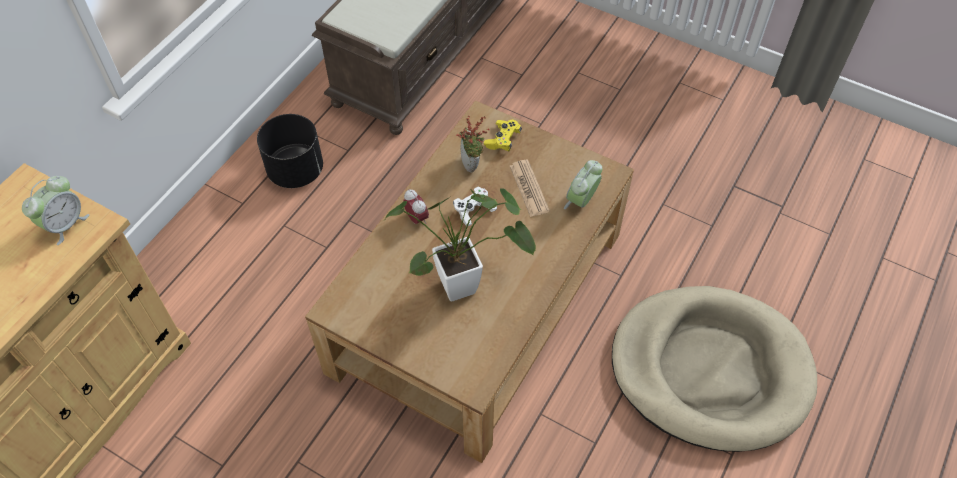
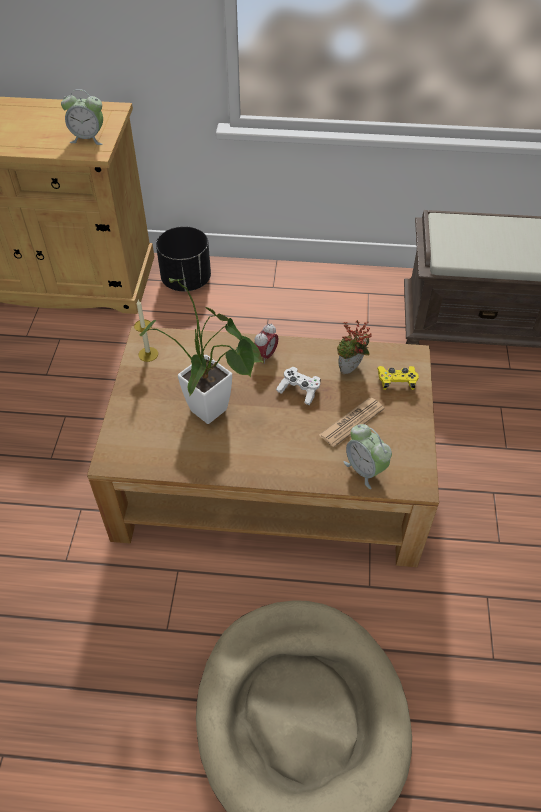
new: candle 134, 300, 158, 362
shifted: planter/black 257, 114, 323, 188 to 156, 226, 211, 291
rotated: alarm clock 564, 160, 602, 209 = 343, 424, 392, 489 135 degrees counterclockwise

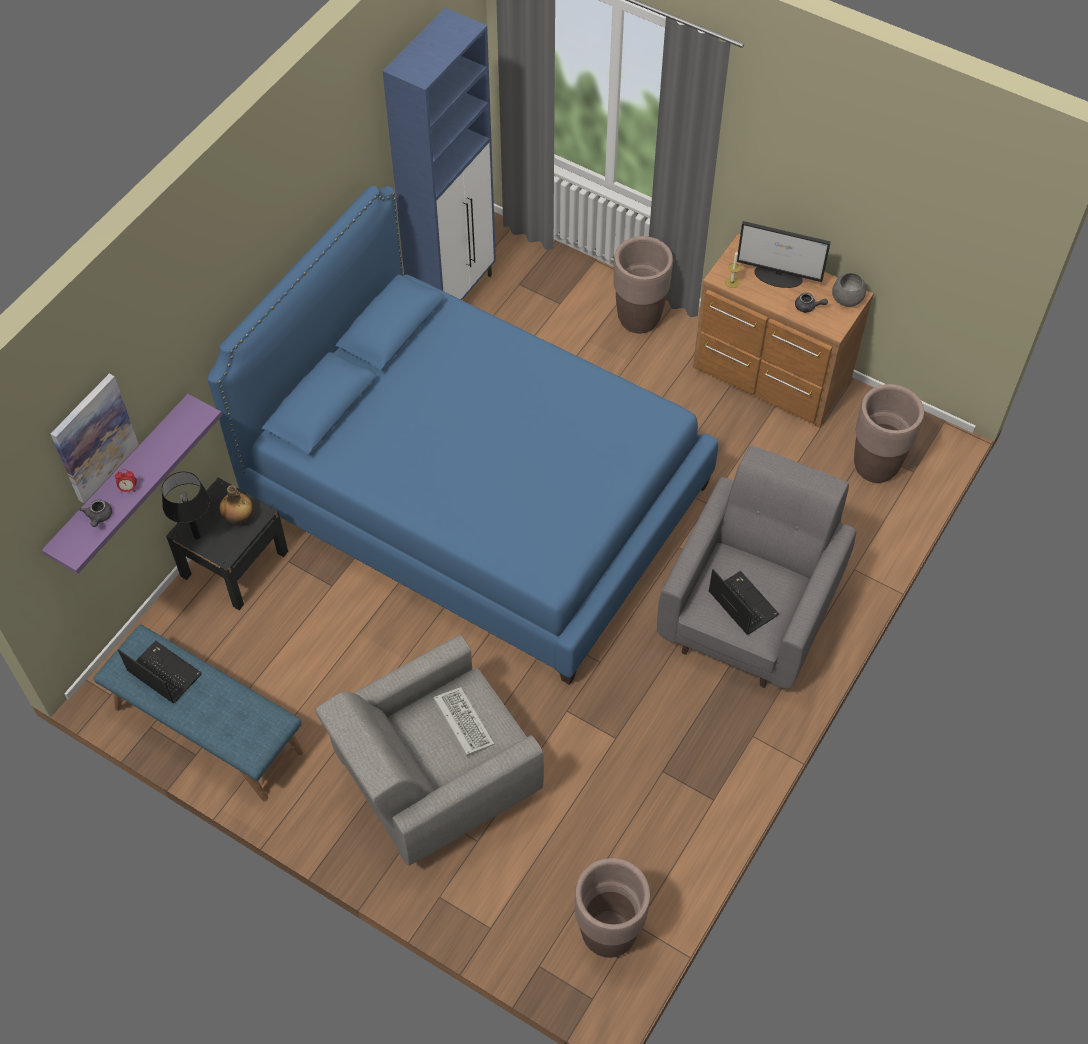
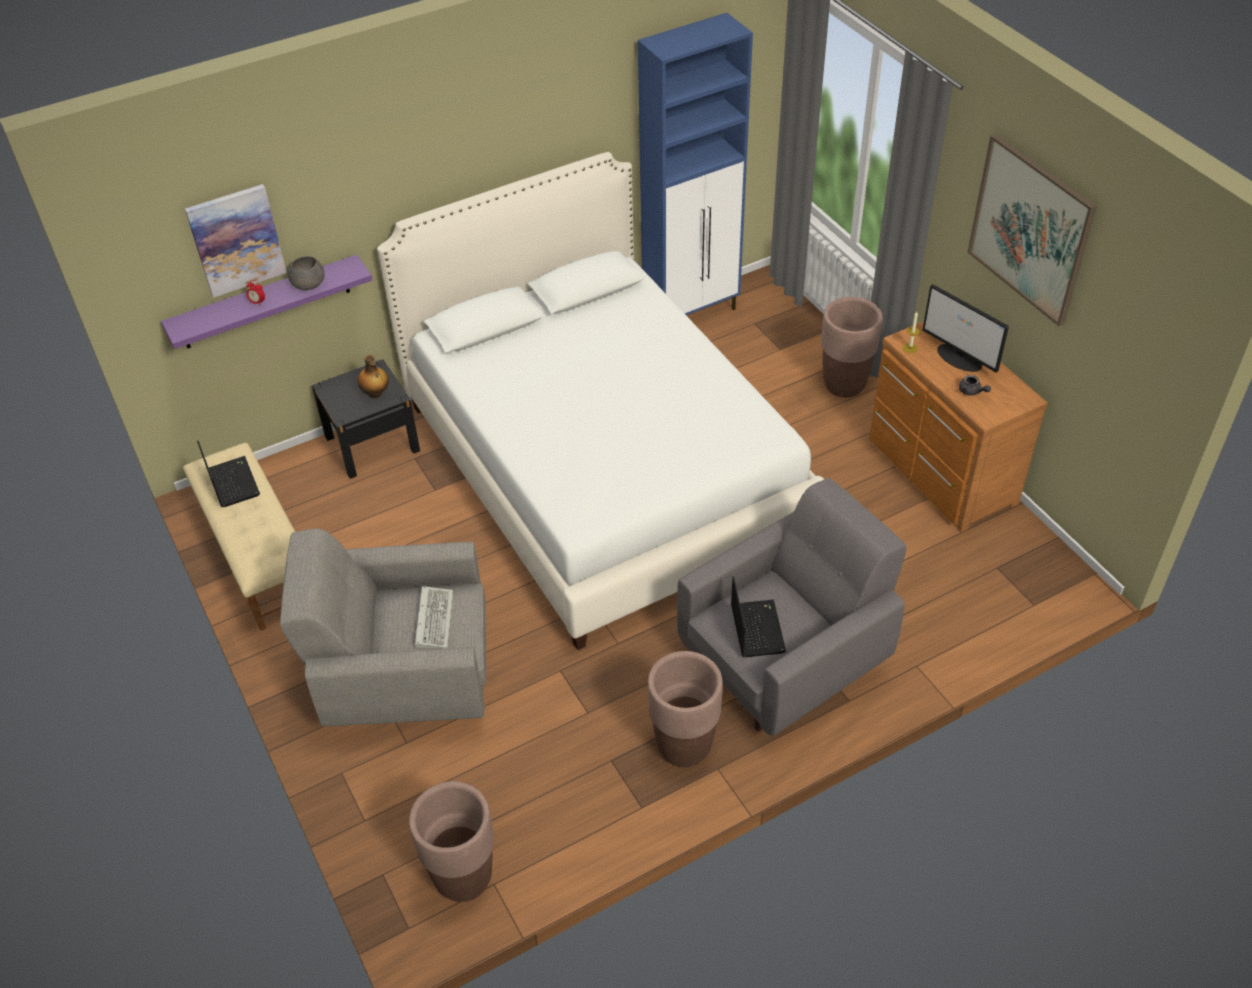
gone: teapot/grey 80, 499, 112, 527; table lamp/black 162, 472, 210, 540
new: picture 968, 134, 1097, 326
shifted: bowl/grey 832, 273, 866, 307 to 288, 256, 325, 290; planter/brown 854, 384, 924, 483 to 648, 651, 723, 767
repainted: bench/blue 94, 625, 303, 801 to bench/beige 183, 443, 295, 630; bed/blue 208, 186, 718, 685 to bed/white 377, 152, 824, 650

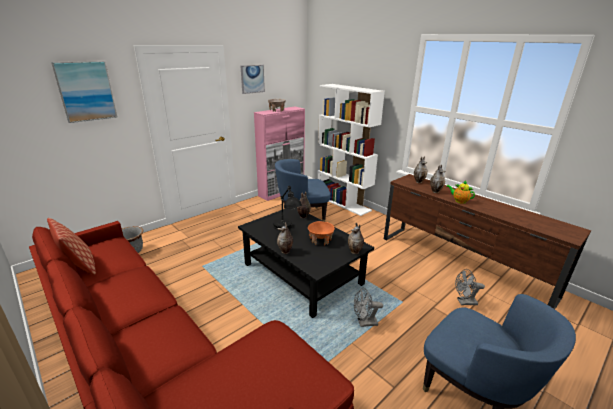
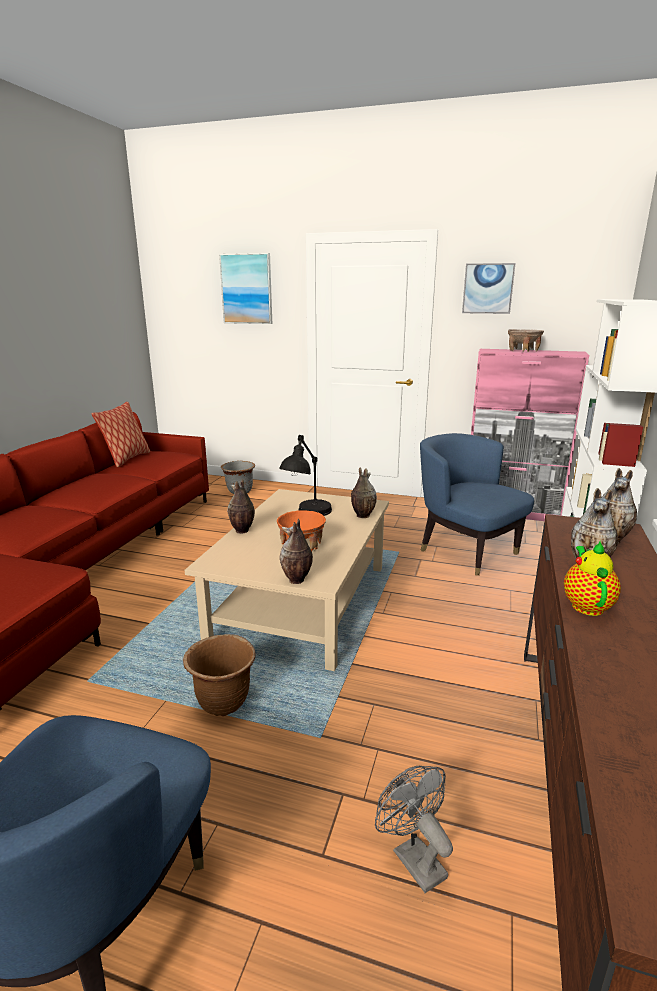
swapped: fan/grey 354, 287, 383, 327 to planter/brown 183, 634, 255, 716
repainted: coffee table/black 238, 207, 374, 318 to coffee table/beige 185, 489, 389, 671

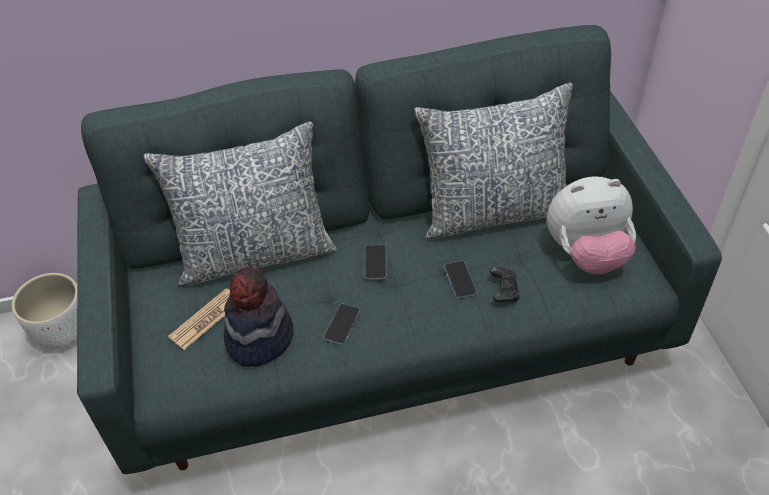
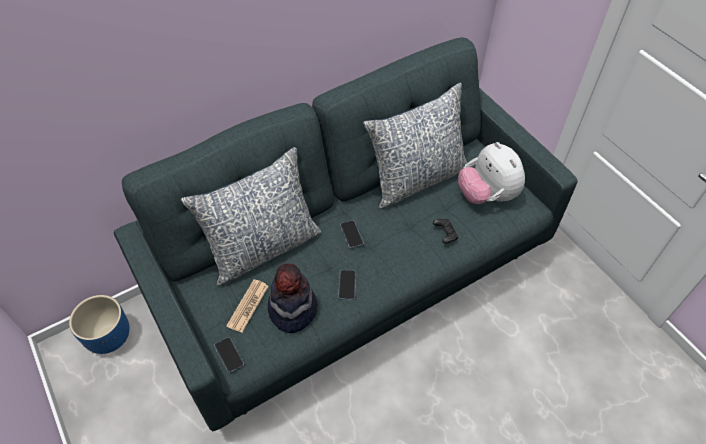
shifted: phone 444, 261, 477, 299 to 214, 337, 244, 373
repainted: planter/white 12, 273, 77, 349 to planter/blue 69, 295, 130, 354
rotated: plush toy 547, 176, 636, 274 = 458, 142, 525, 204 90 degrees clockwise

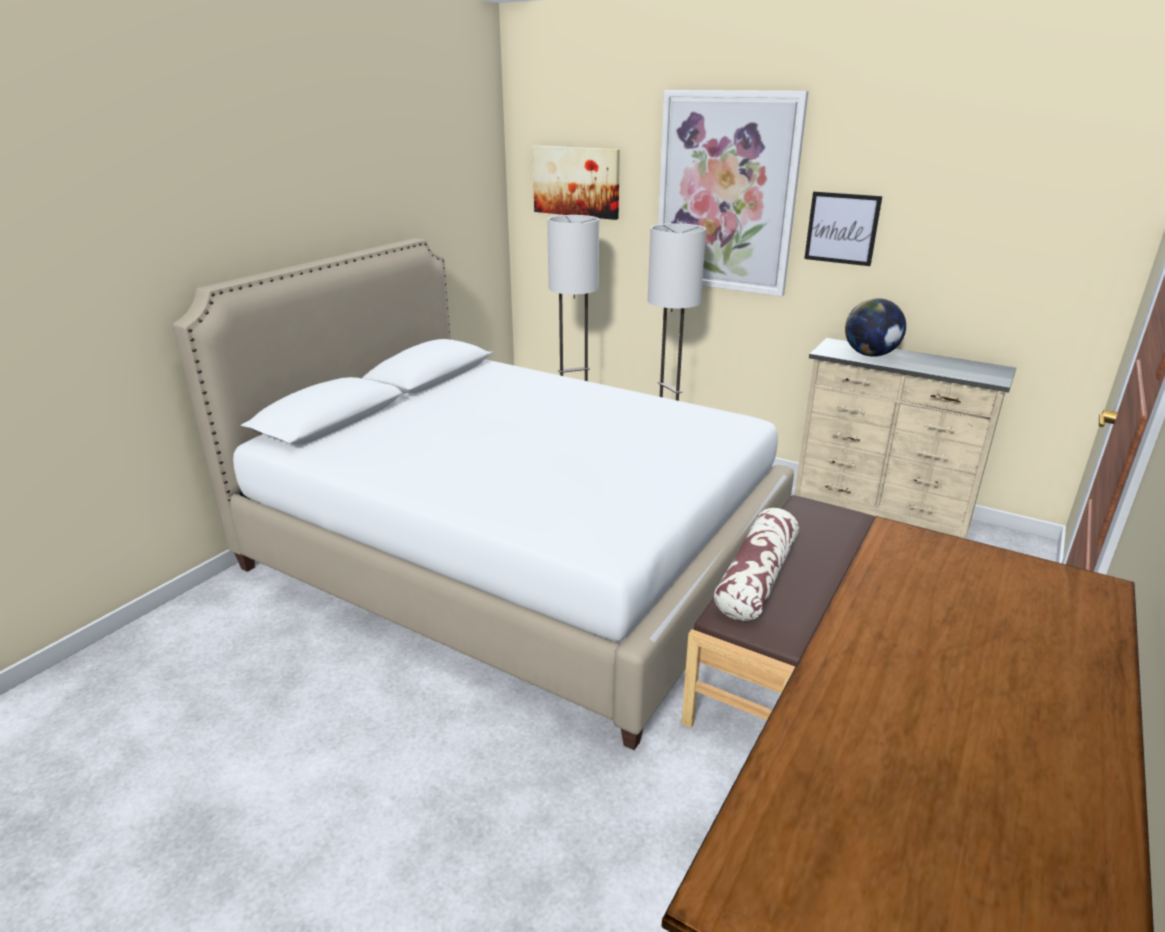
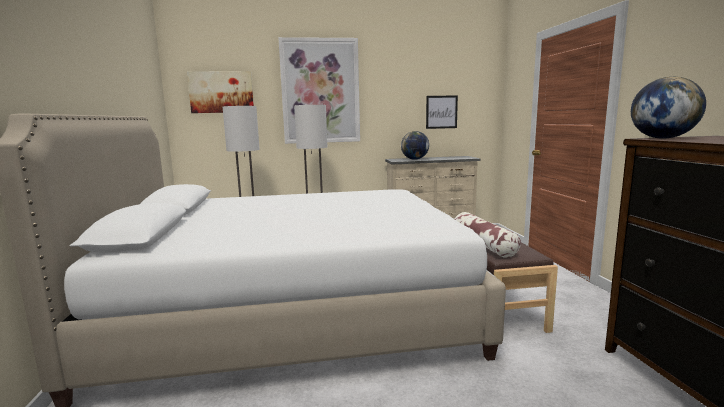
new: globe 631, 77, 706, 139
shifted: picture 804, 192, 882, 266 to 426, 95, 458, 129

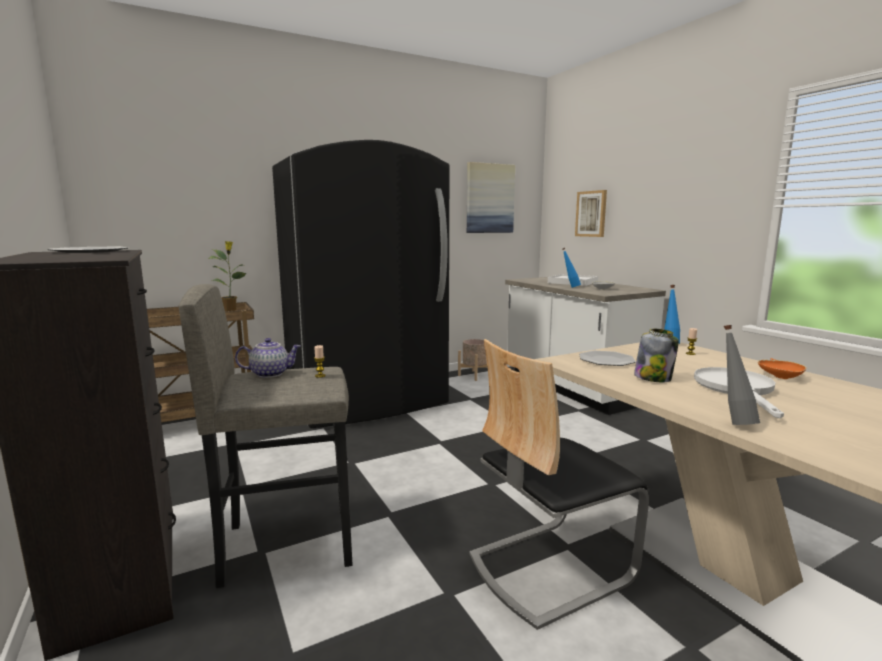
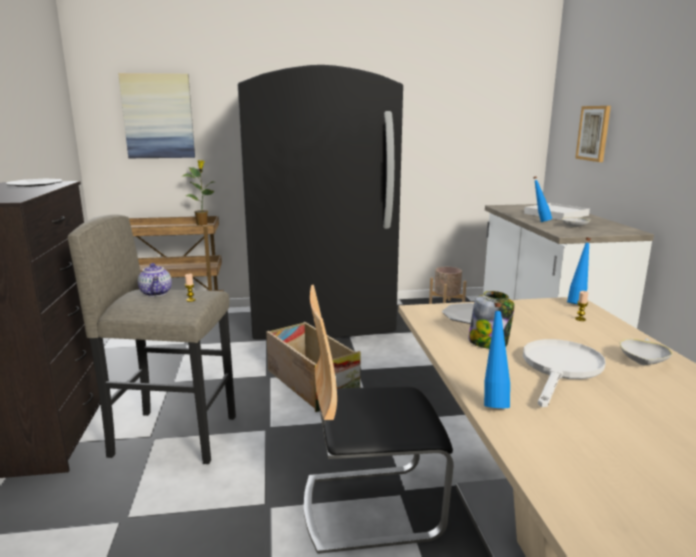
new: crate 266, 322, 360, 412
shifted: picture 467, 162, 515, 233 to 118, 73, 195, 158
repainted: bottle/grey 724, 325, 760, 425 to bottle/blue 484, 303, 510, 408; bowl/orange 758, 358, 807, 379 to bowl/white 620, 338, 673, 365
rotated: teapot 235, 338, 301, 378 = 138, 263, 172, 297 60 degrees clockwise

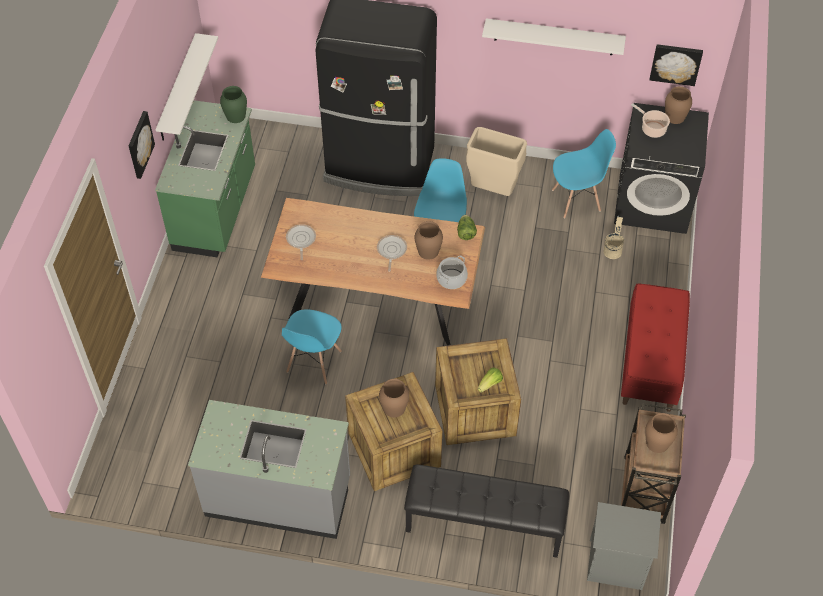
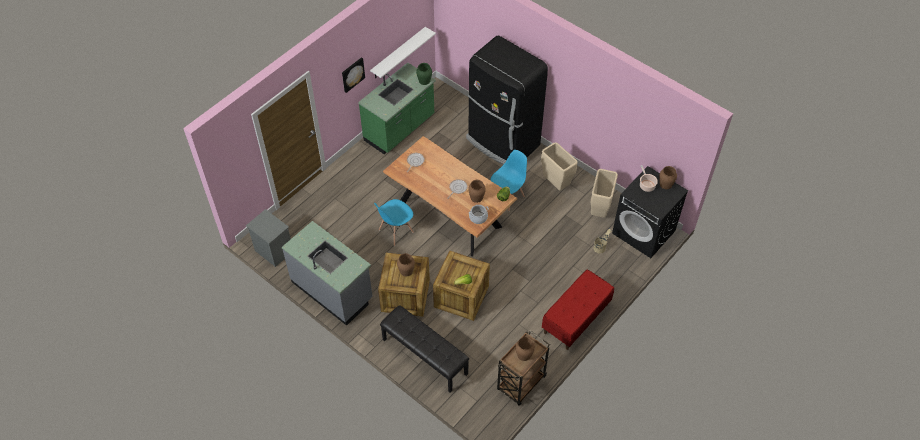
gone: shelf/white 482, 18, 626, 55; picture 650, 44, 703, 86
shifted: nightstand/grey 587, 502, 661, 590 to 246, 209, 291, 267
swapped: chair/blue 552, 129, 616, 219 to trash can/beige 590, 169, 618, 218

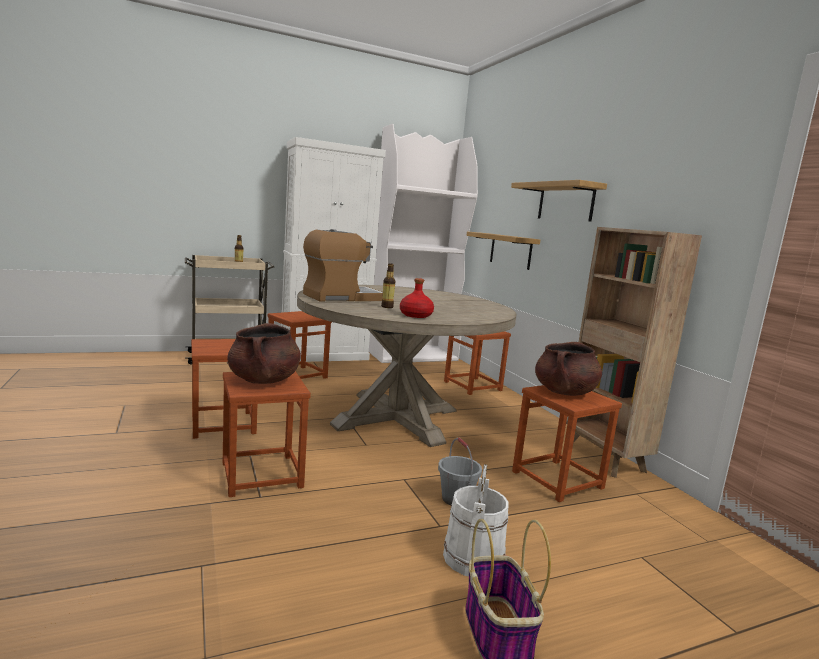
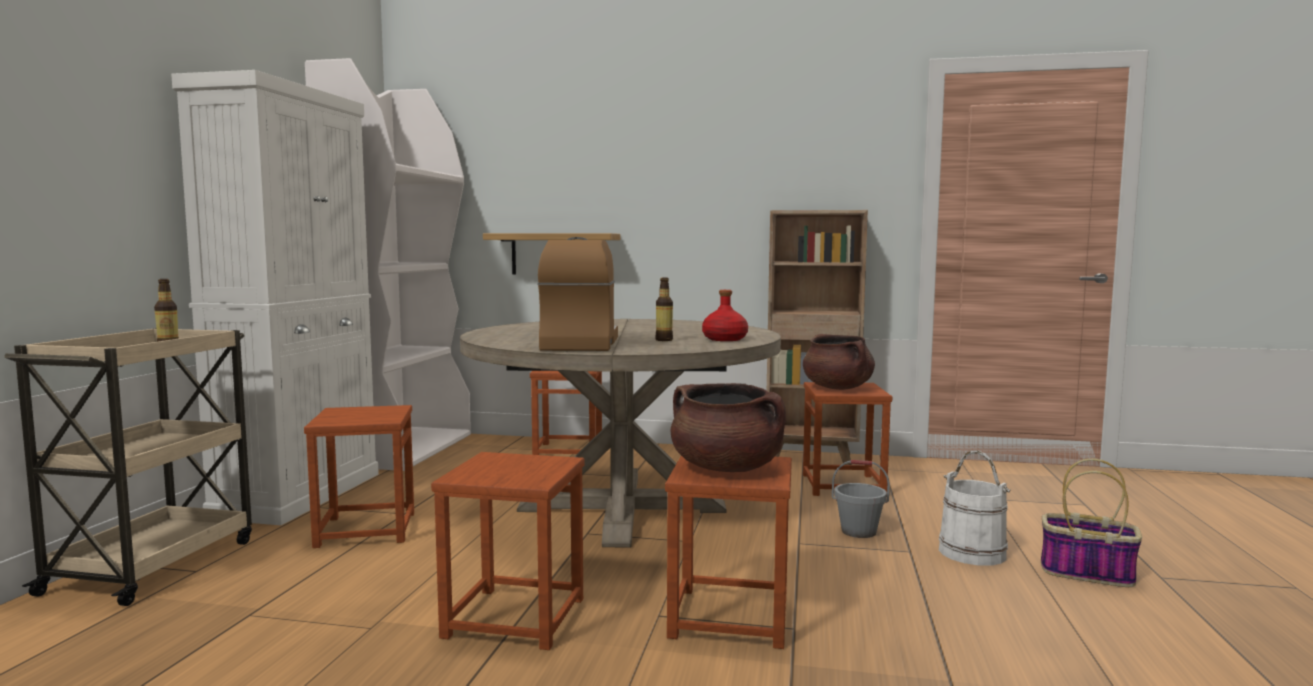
gone: shelf 511, 180, 607, 222

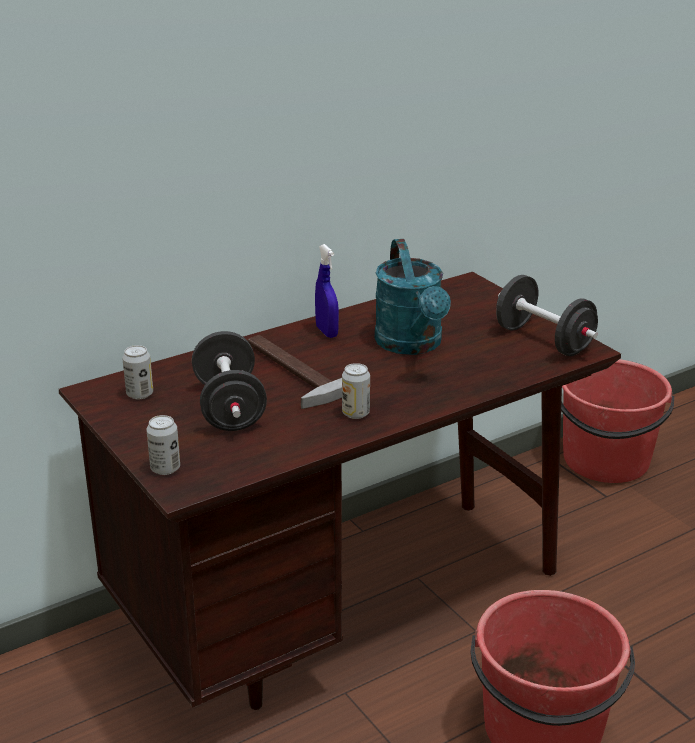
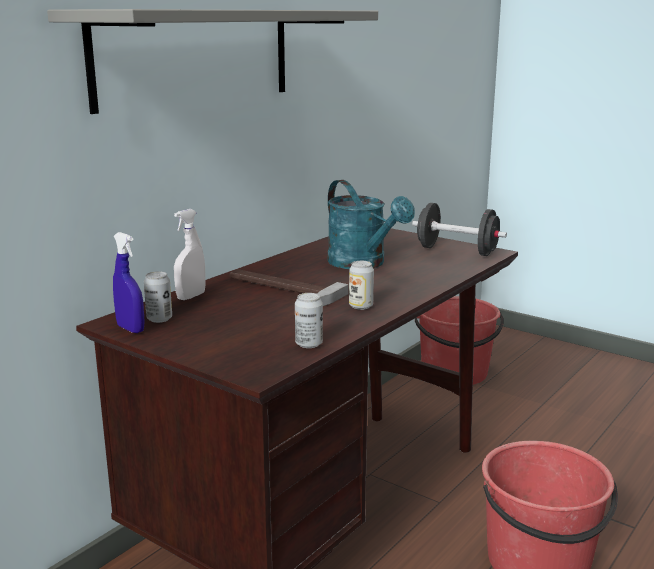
gone: dumbbell/black 192, 331, 267, 431
new: shelf/grey 47, 9, 378, 114; spray bottle/white 174, 209, 206, 300
shifted: spray bottle/blue 315, 244, 339, 338 to 113, 232, 145, 333; can 146, 415, 180, 475 to 295, 293, 323, 348

